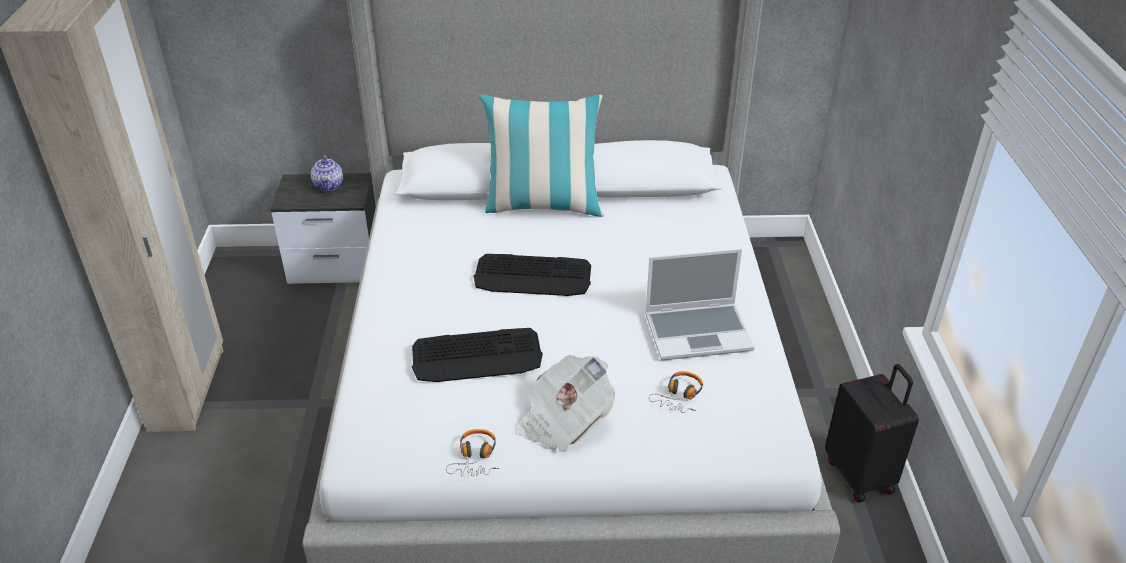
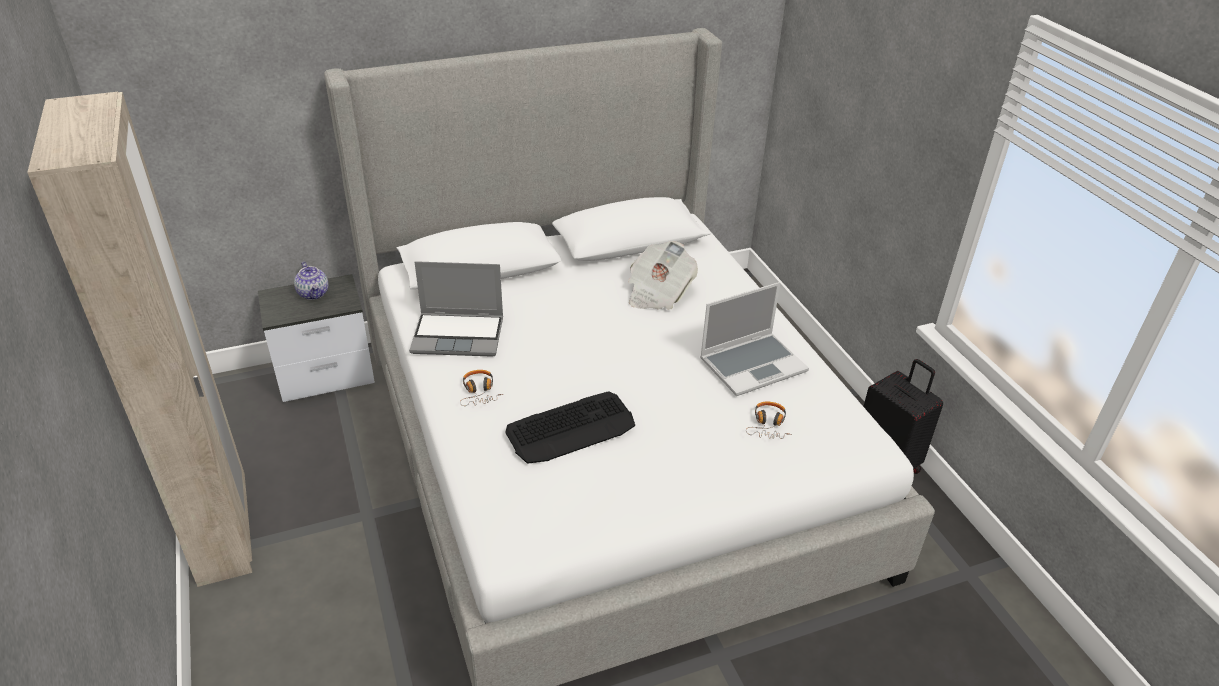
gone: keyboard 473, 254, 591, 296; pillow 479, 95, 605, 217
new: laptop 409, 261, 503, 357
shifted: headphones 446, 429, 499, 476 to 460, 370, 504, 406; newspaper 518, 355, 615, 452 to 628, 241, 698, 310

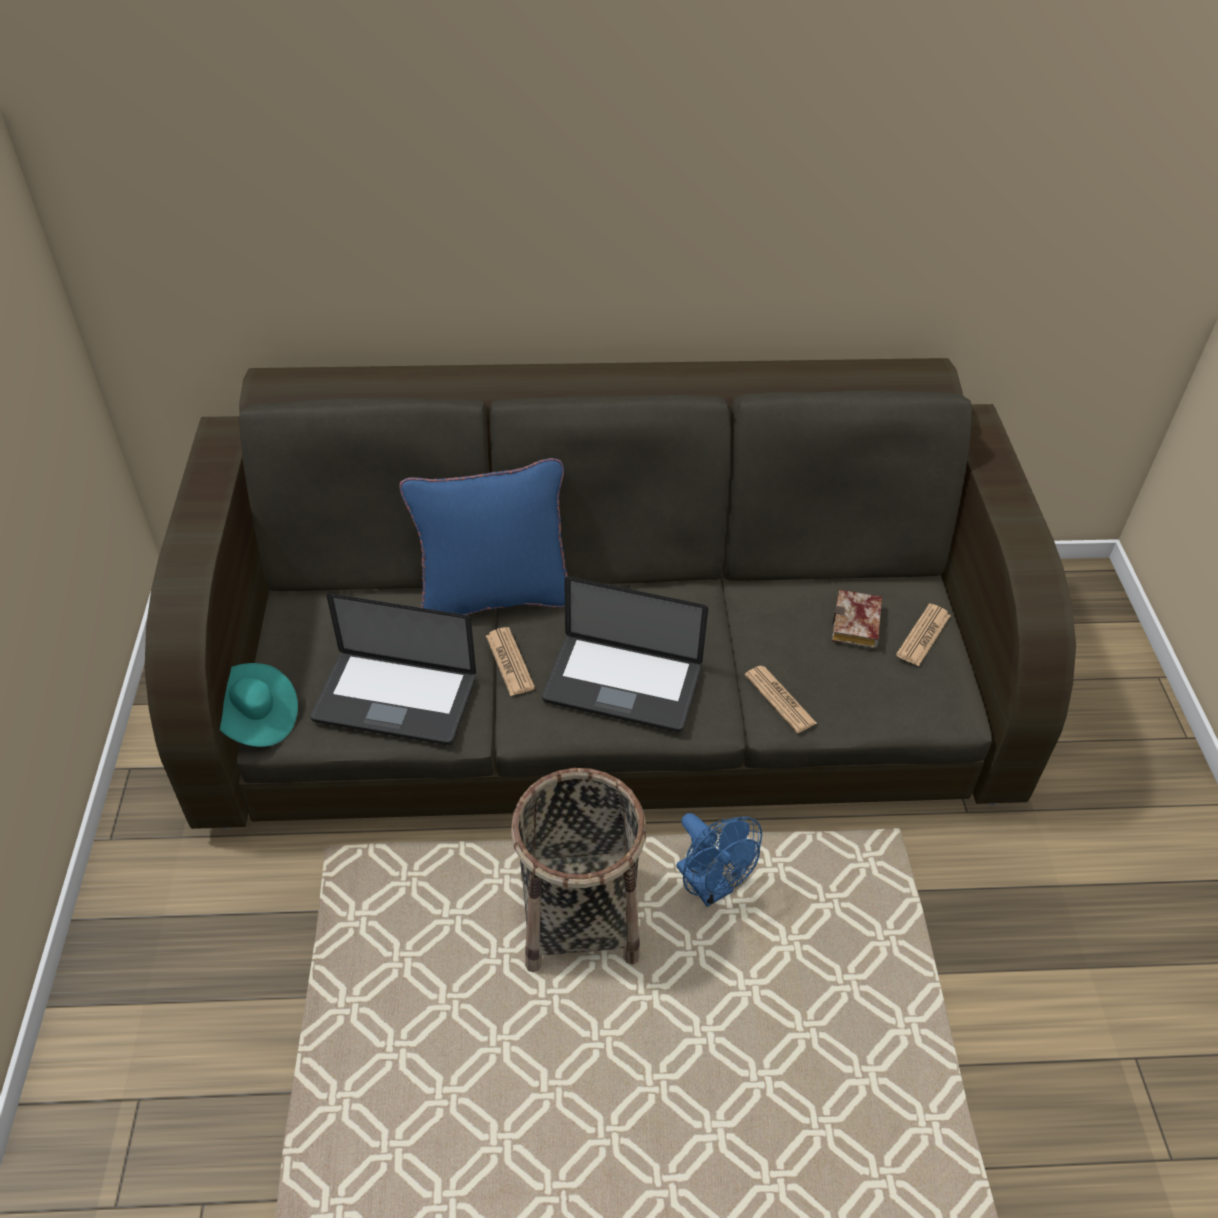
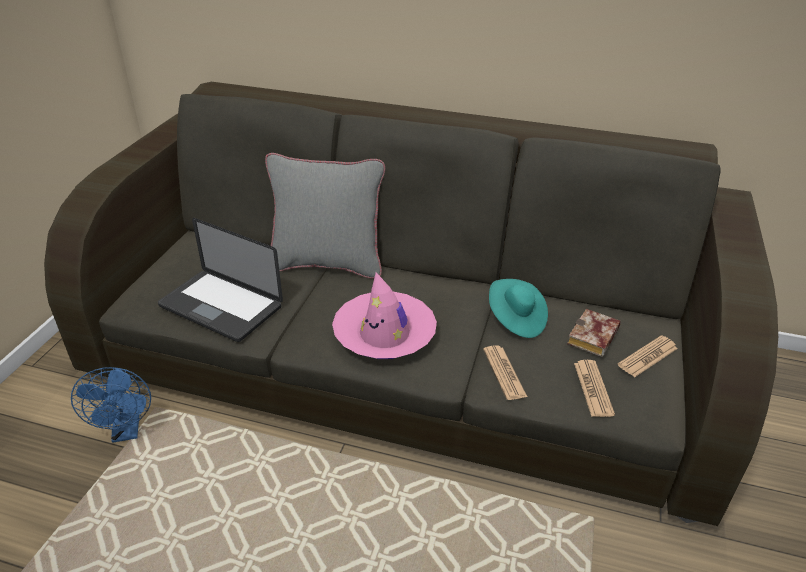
gone: basket 511, 768, 646, 973
shifted: fan/blue 676, 813, 762, 907 to 71, 367, 151, 443; hat/turquoise 220, 663, 298, 747 to 489, 279, 548, 338; newspaper 486, 627, 535, 696 to 574, 360, 615, 417
swapped: laptop 542, 577, 708, 732 to hat/pink 332, 273, 437, 359
repainted: pillow/blue 399, 458, 568, 615 to pillow/grey 265, 153, 385, 279

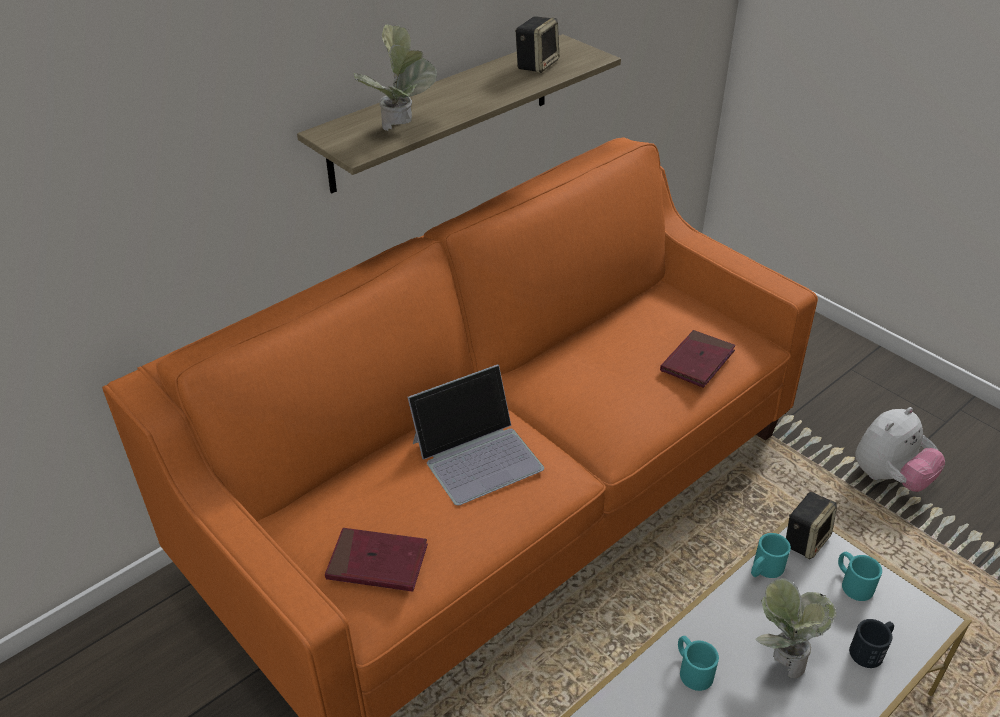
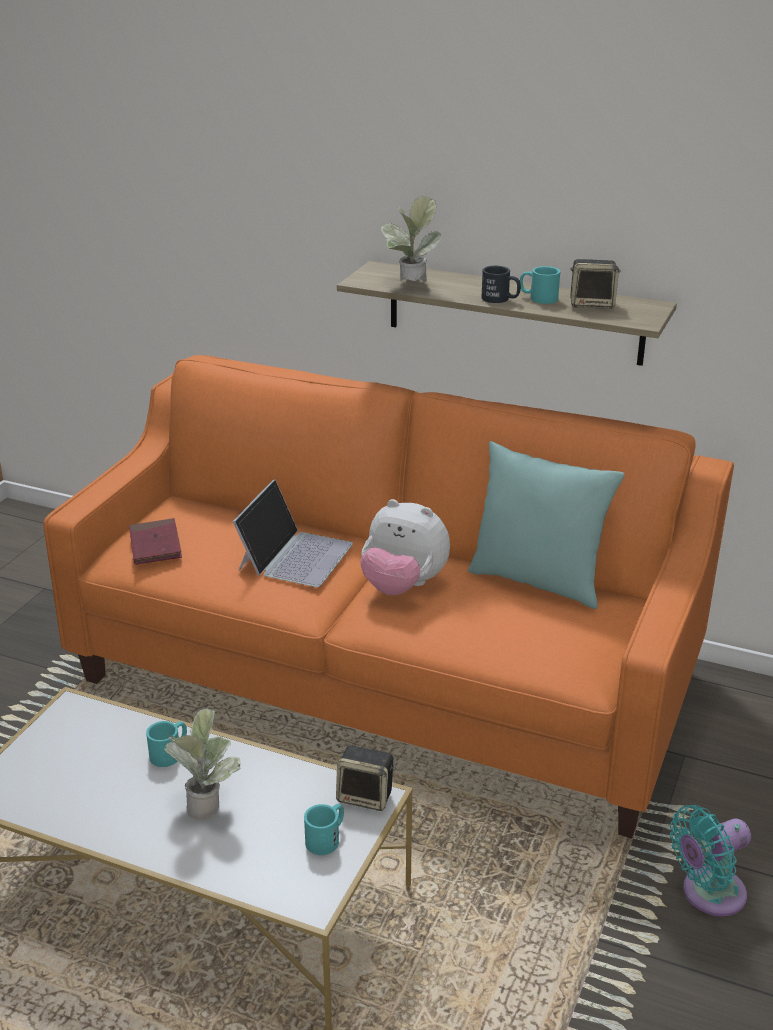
gone: book/red 660, 330, 736, 388
new: pillow/turquoise 468, 441, 625, 609; fan/turquoise 670, 805, 751, 916
shifted: plush toy 855, 407, 945, 492 to 360, 499, 450, 595; mug/black 849, 619, 894, 668 to 481, 266, 521, 303; mug/turquoise 751, 533, 791, 578 to 520, 266, 560, 304
rotated: laptop 408, 364, 544, 506 = 233, 479, 353, 587 105 degrees counterclockwise

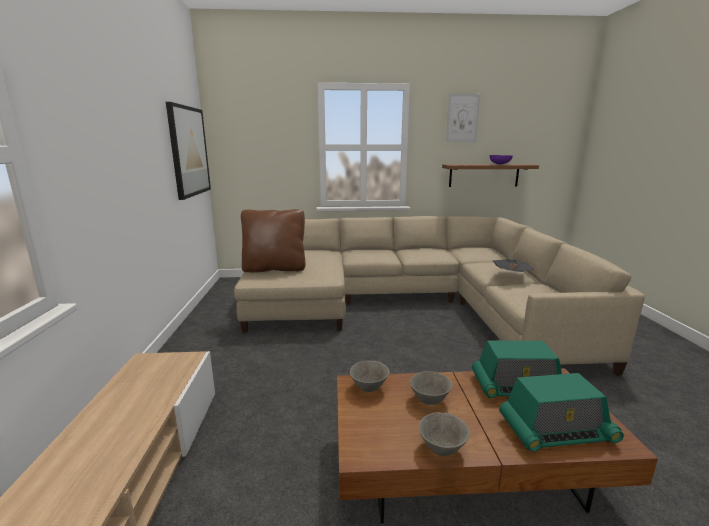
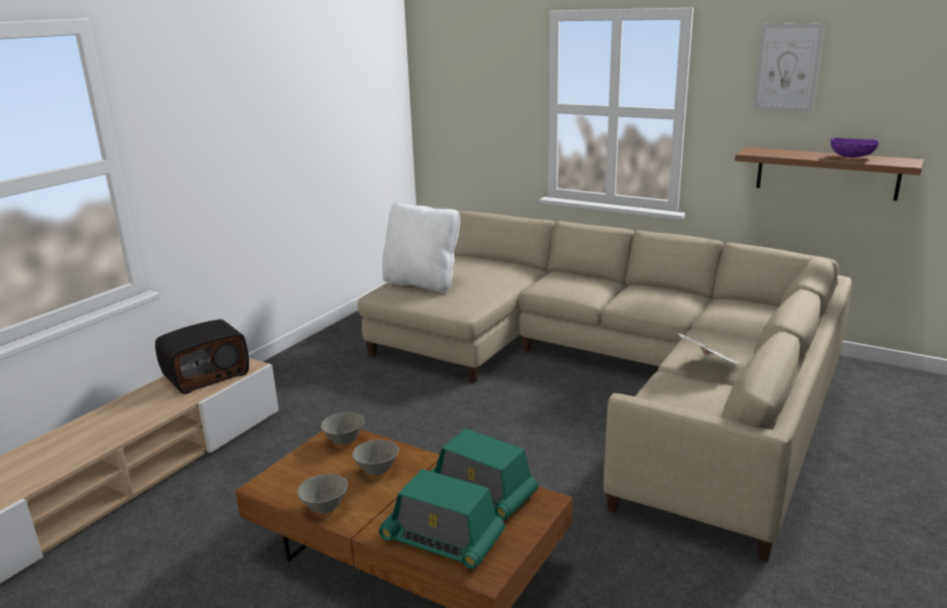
gone: picture 166, 102, 211, 200
new: radio 155, 319, 249, 394
repainted: pillow/brown 241, 209, 305, 273 to pillow/white 382, 202, 460, 293

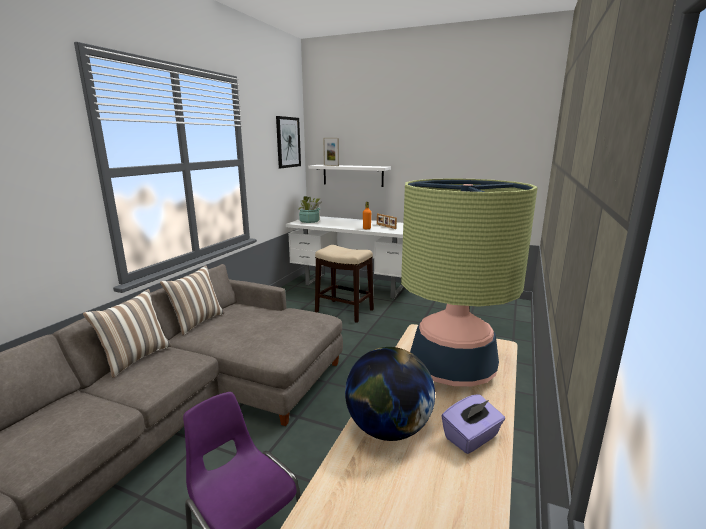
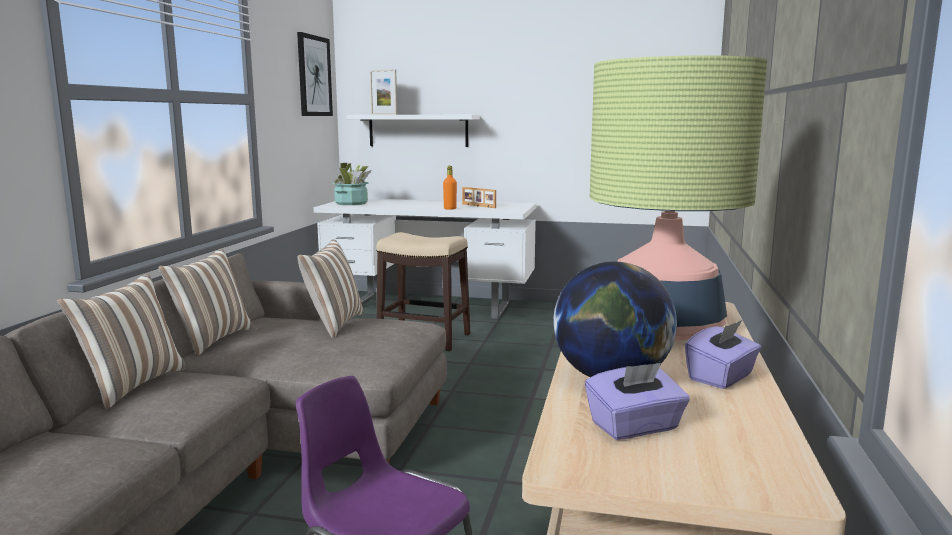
new: pillow 297, 239, 363, 338; tissue box/purple 585, 363, 690, 440

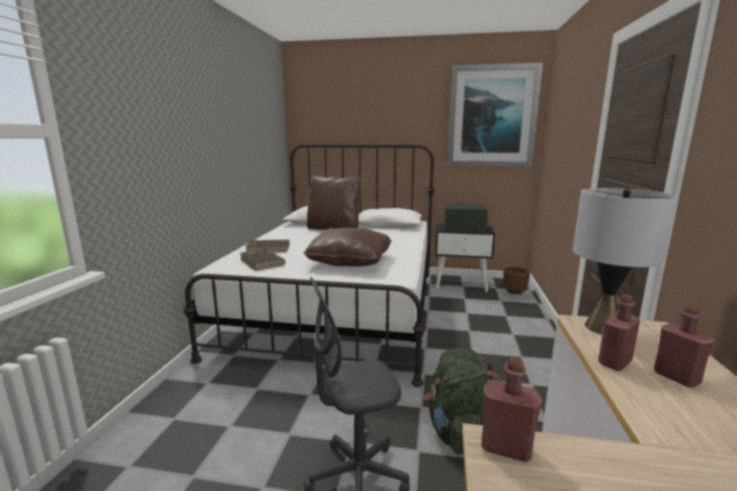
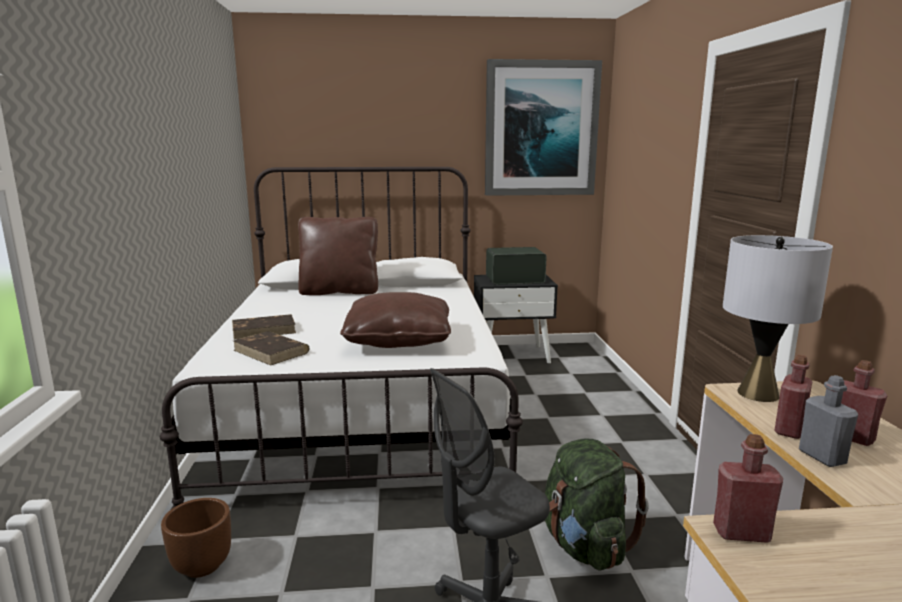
new: bottle/grey 799, 375, 858, 467
shifted: planter/brown 503, 266, 530, 294 to 161, 498, 231, 578

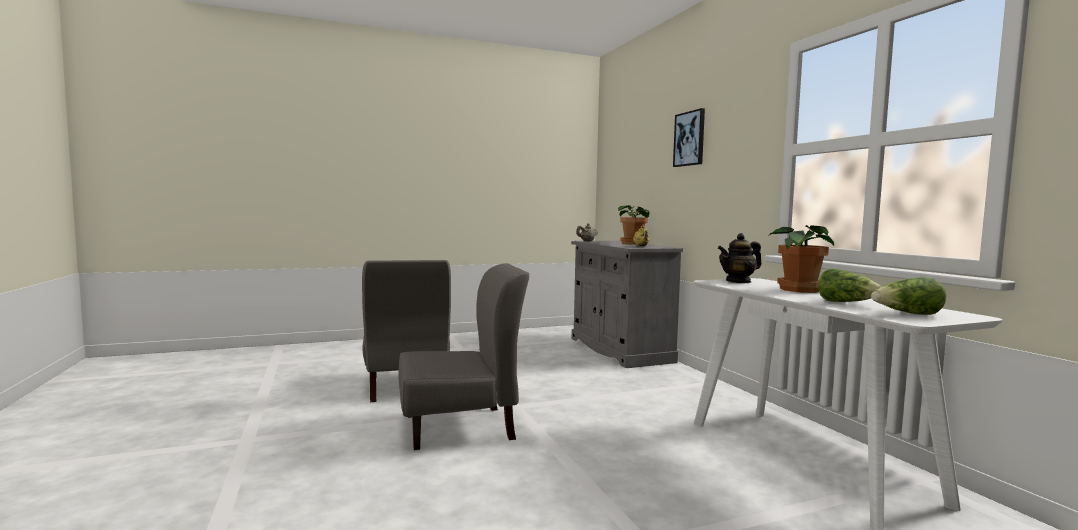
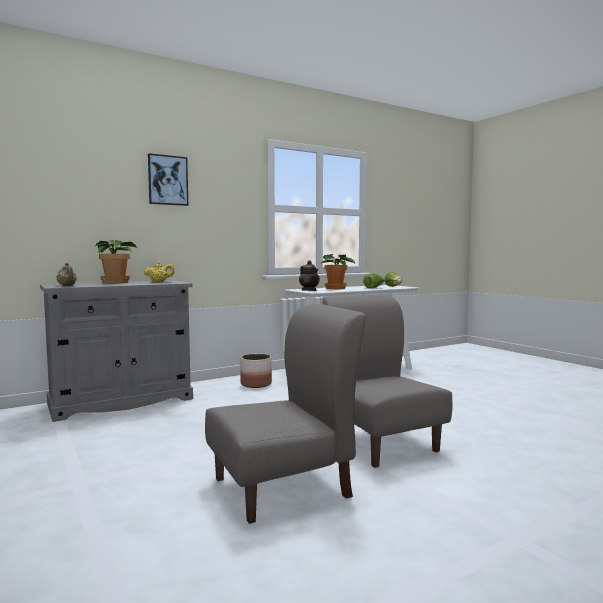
new: planter 241, 354, 272, 388

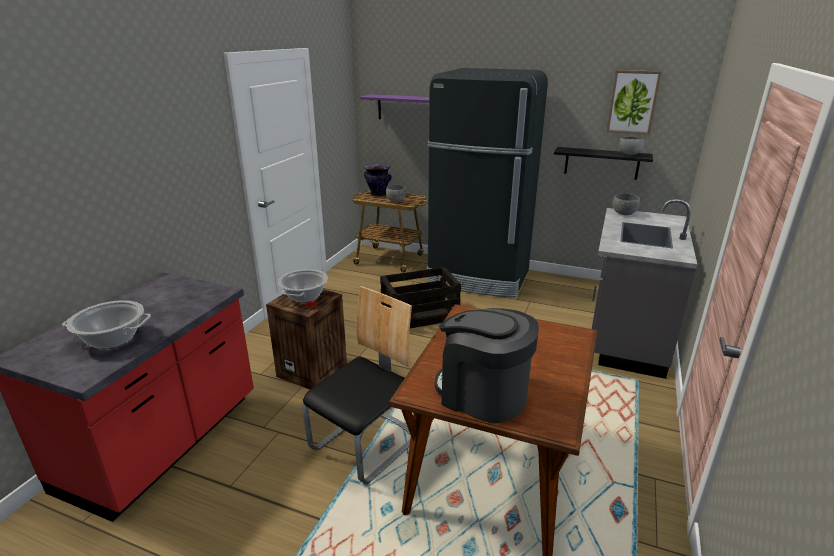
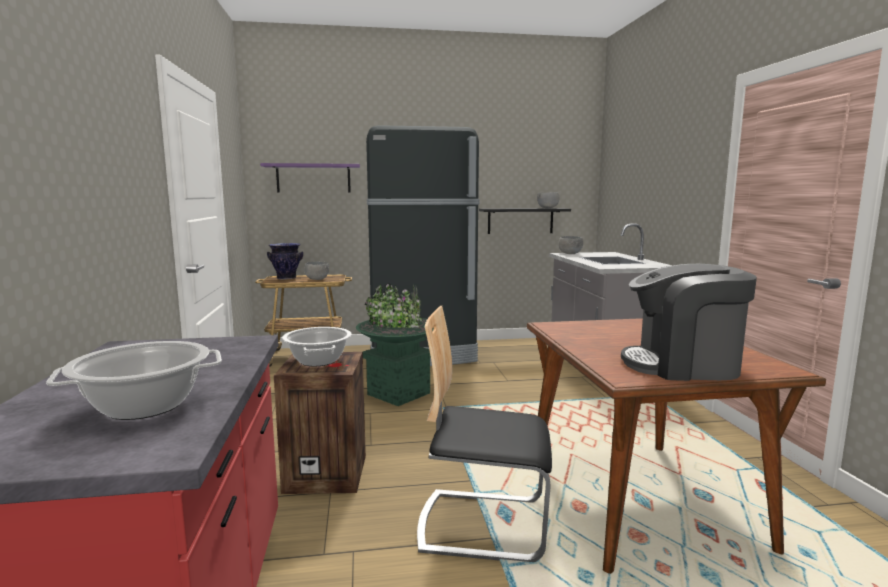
gone: picture 606, 70, 662, 135
swapped: crate 380, 267, 461, 328 to planter/green 356, 284, 434, 406
rotated: chair 302, 286, 413, 484 = 417, 306, 552, 562 90 degrees counterclockwise

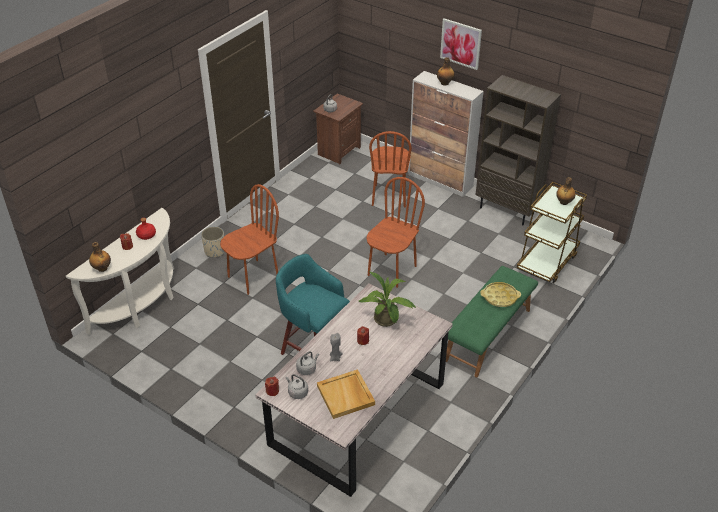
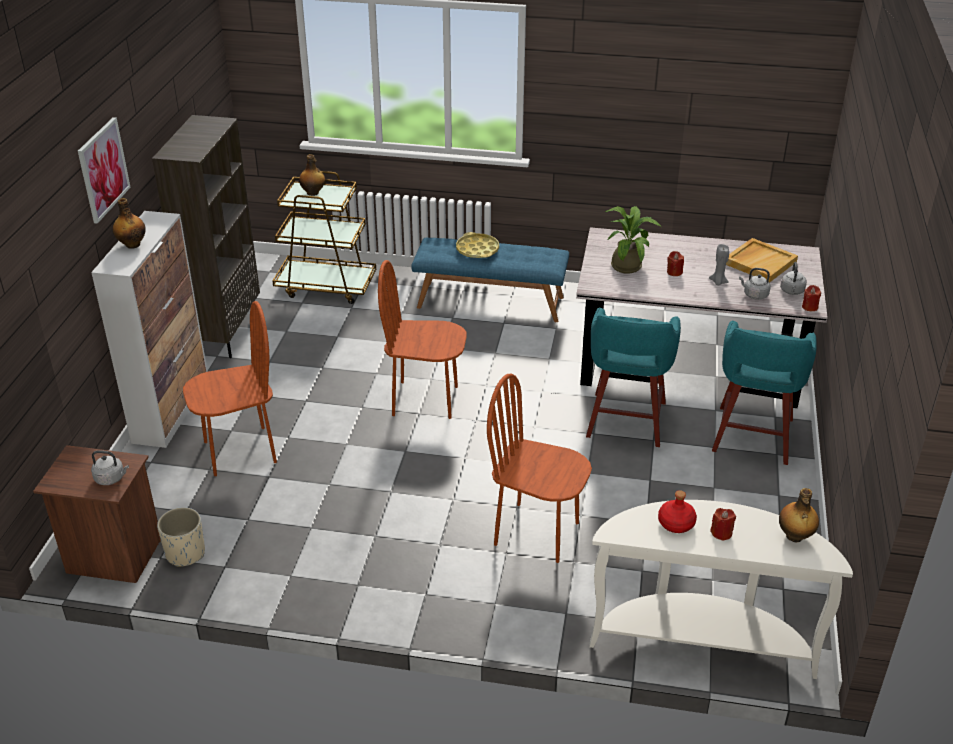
new: stool/turquoise 712, 320, 817, 465
shifted: planter/beige 201, 227, 225, 257 to 157, 507, 205, 567
repainted: bench/green 446, 266, 538, 377 to bench/blue 411, 238, 569, 322

